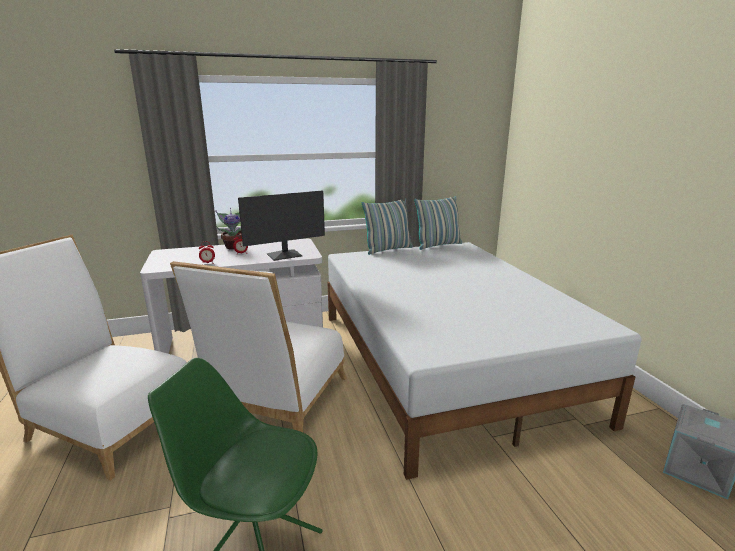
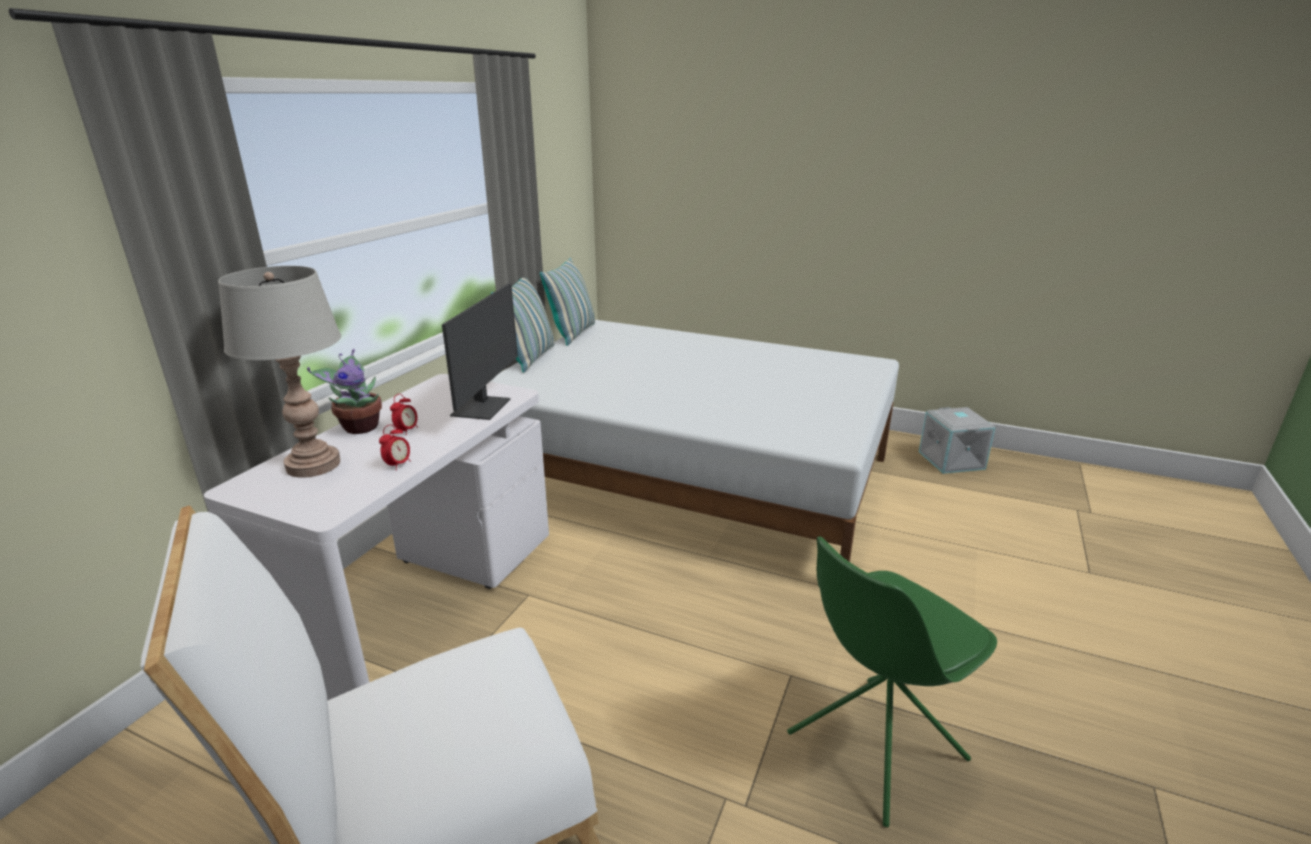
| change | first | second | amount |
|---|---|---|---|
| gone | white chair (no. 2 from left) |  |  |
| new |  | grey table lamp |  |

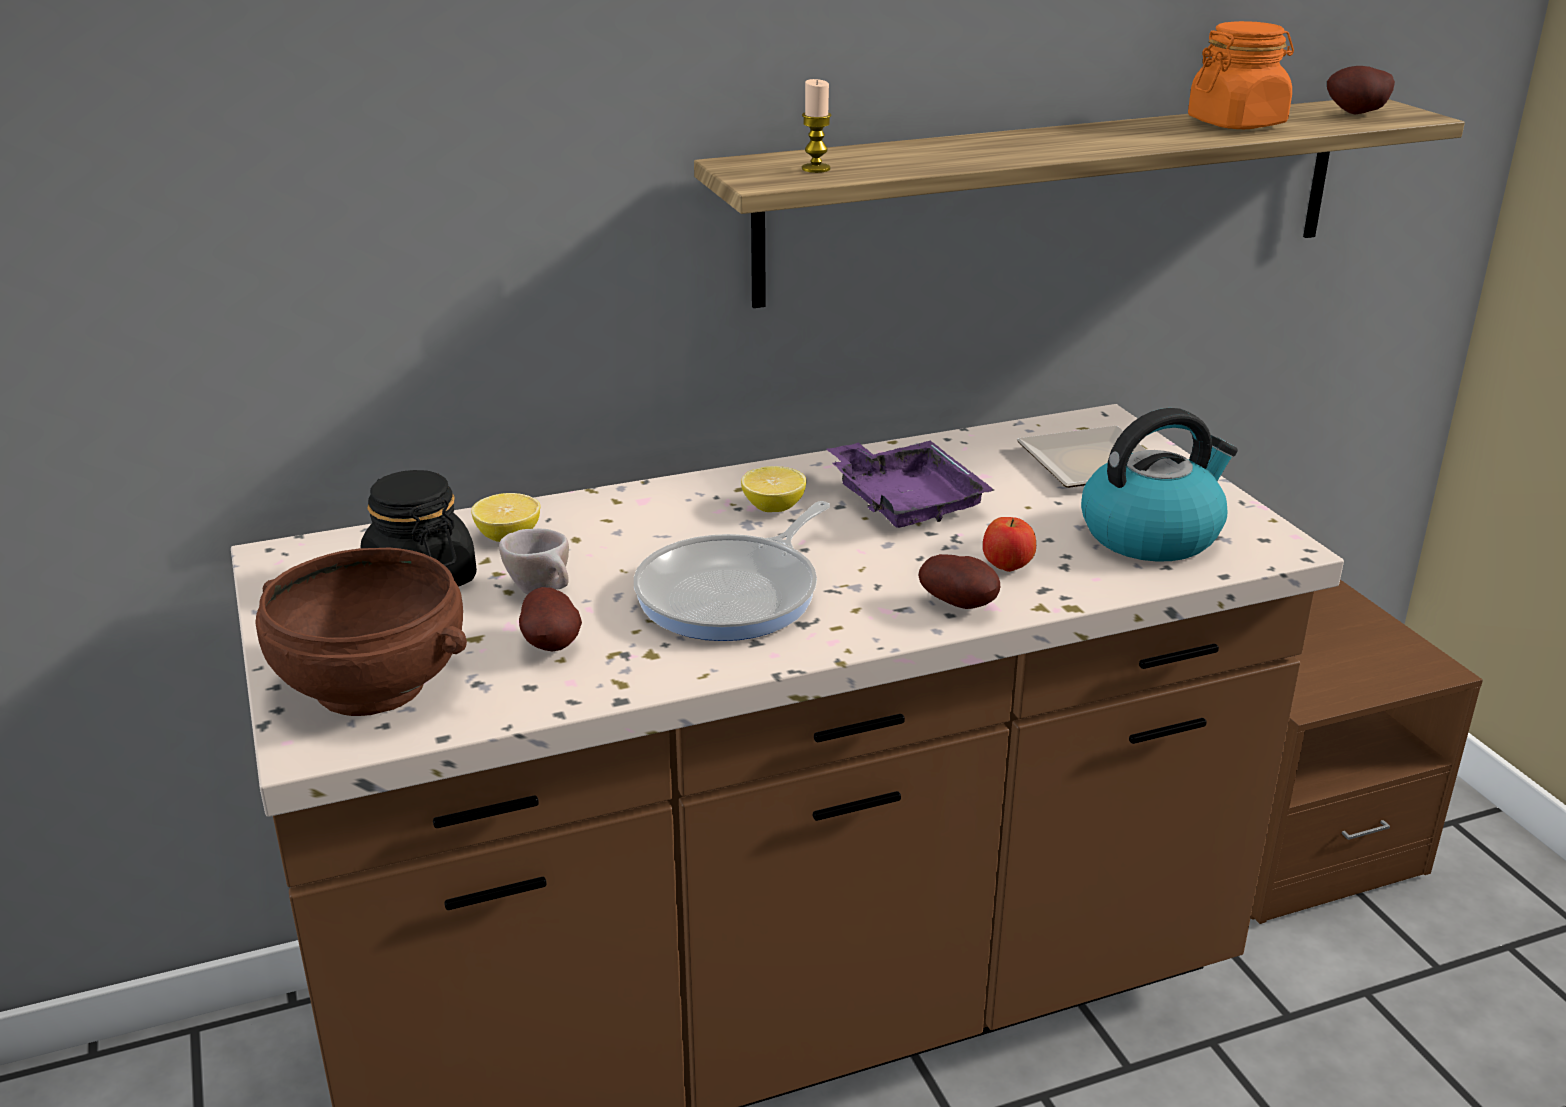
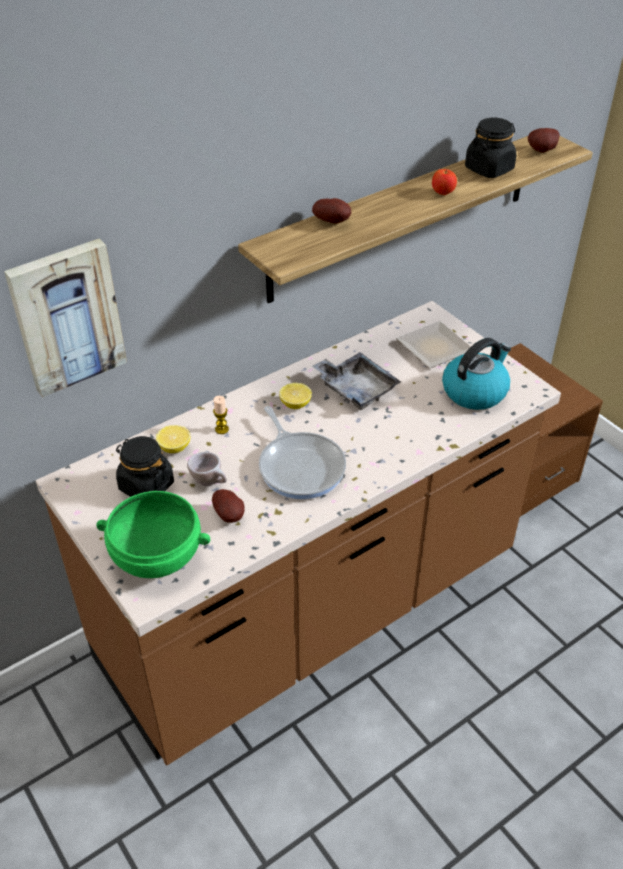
| change | first | second | amount |
|---|---|---|---|
| repainted | brown bowl | green bowl |  |
| rotated | frying pan |  | 45 degrees counterclockwise |
| shifted | candle |  |  |
| repainted | purple tray | grey tray |  |
| shifted | potato (no. 2 from left) |  |  |
| shifted | apple |  |  |
| repainted | orange jar | black jar (no. 2 from left) |  |
| new |  | picture |  |

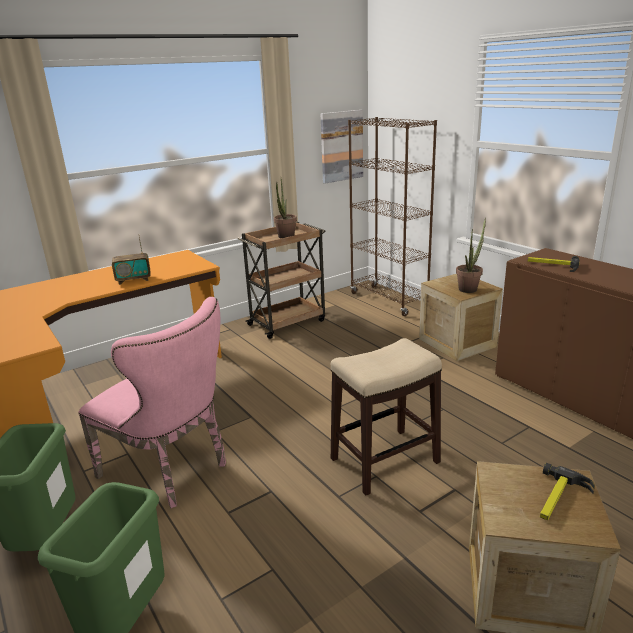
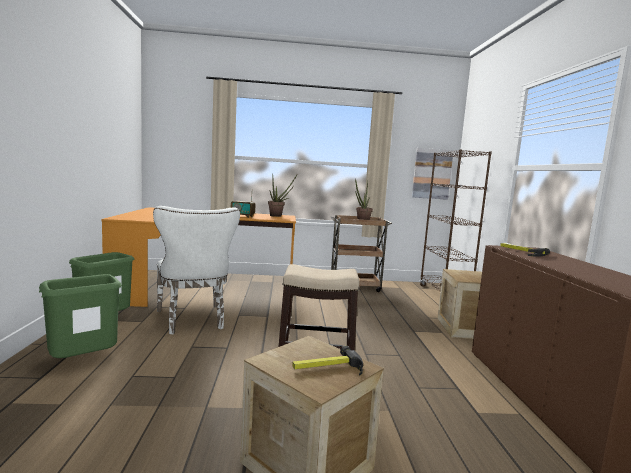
| change | first | second | amount |
|---|---|---|---|
| repainted | pink chair | white chair |  |
| shifted | potted plant (no. 2 from left in the first image) | potted plant (no. 1 from left) |  |

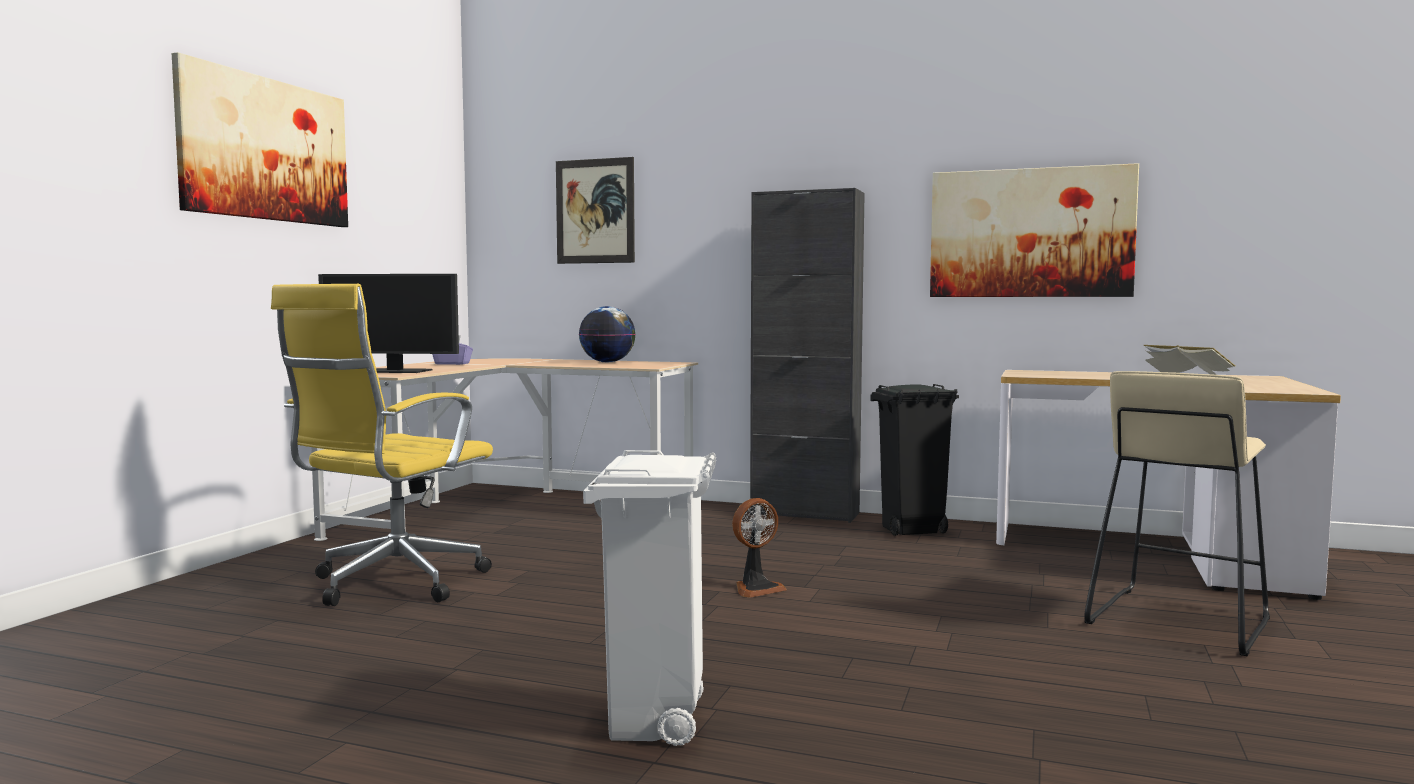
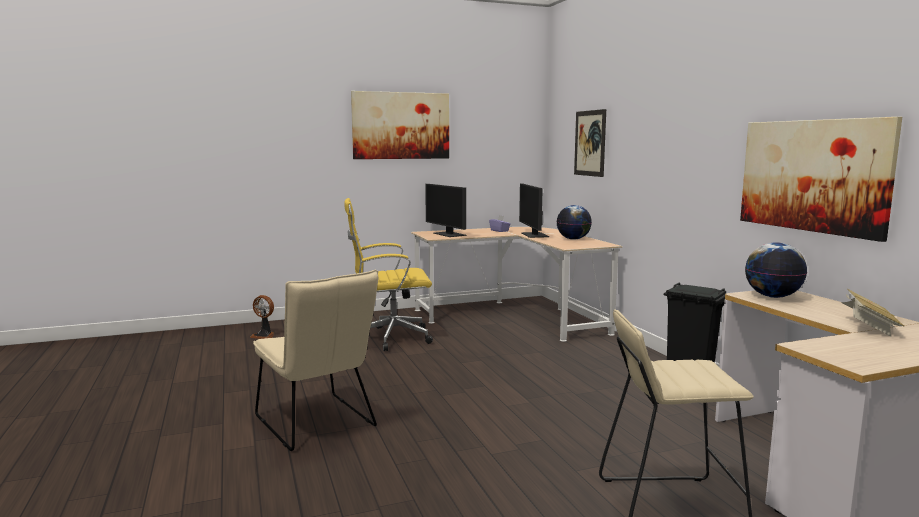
| change | first | second | amount |
|---|---|---|---|
| swapped | white trash can | beige chair |  |
| shifted | fan |  |  |
| gone | black cabinet |  |  |
| new |  | monitor (no. 2 from left) |  |
| new |  | globe (no. 2 from left) |  |

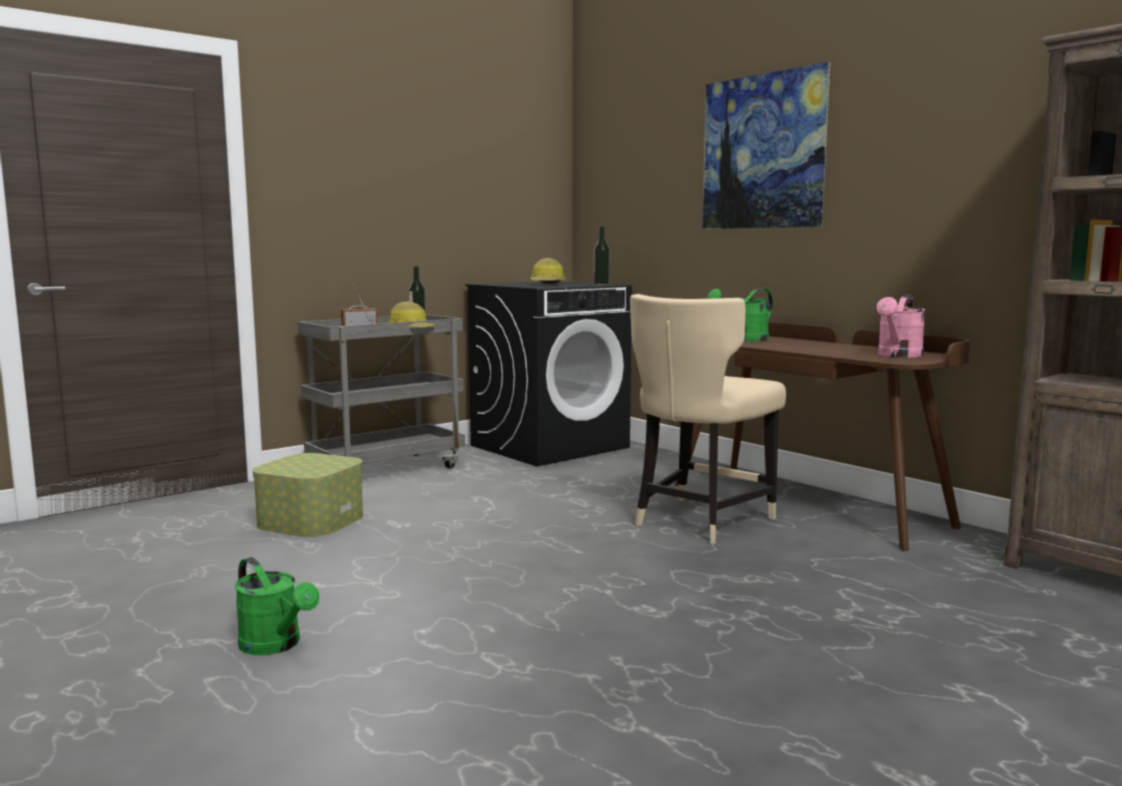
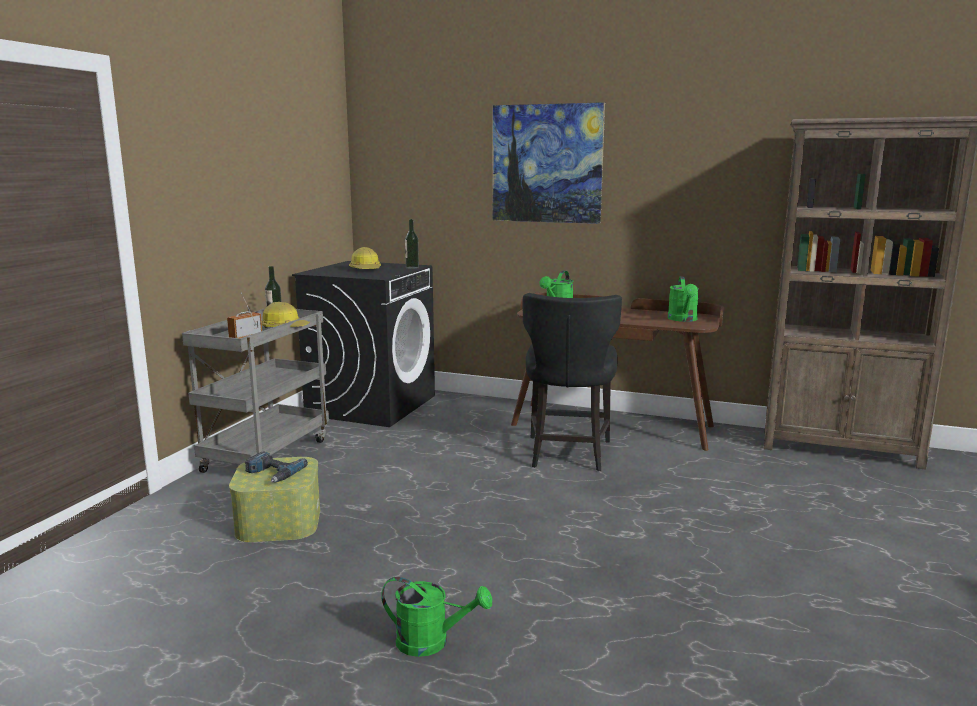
| change | first | second | amount |
|---|---|---|---|
| repainted | beige chair | black chair |  |
| repainted | pink watering can | green watering can (no. 3 from left) |  |
| new |  | power drill |  |

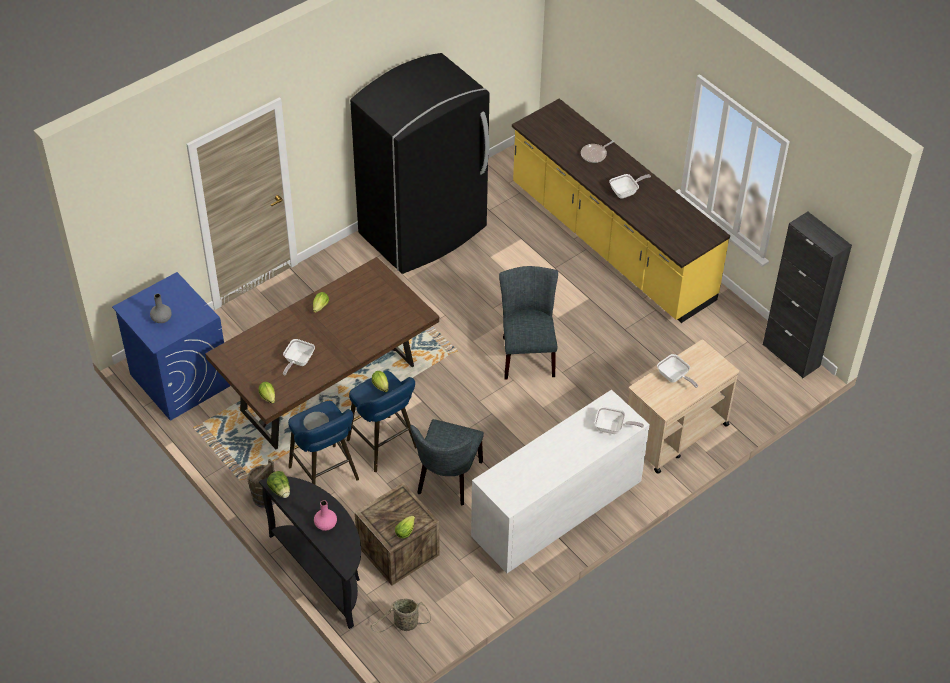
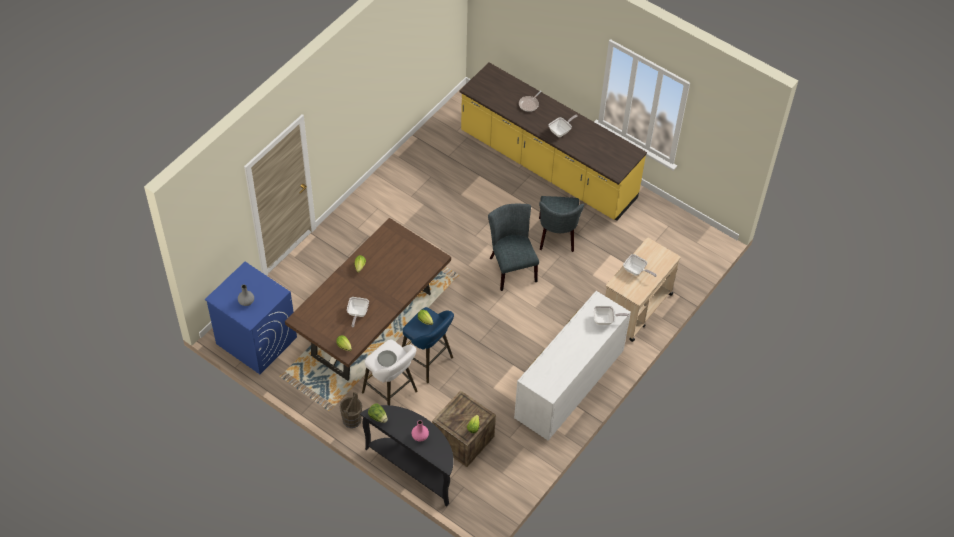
| change | first | second | amount |
|---|---|---|---|
| repainted | blue stool (no. 1 from left) | white stool |  |
| gone | black fridge |  |  |
| gone | basket |  |  |
| shifted | grey chair (no. 1 from left in the first image) | grey chair (no. 2 from left) |  |
| gone | black cabinet |  |  |

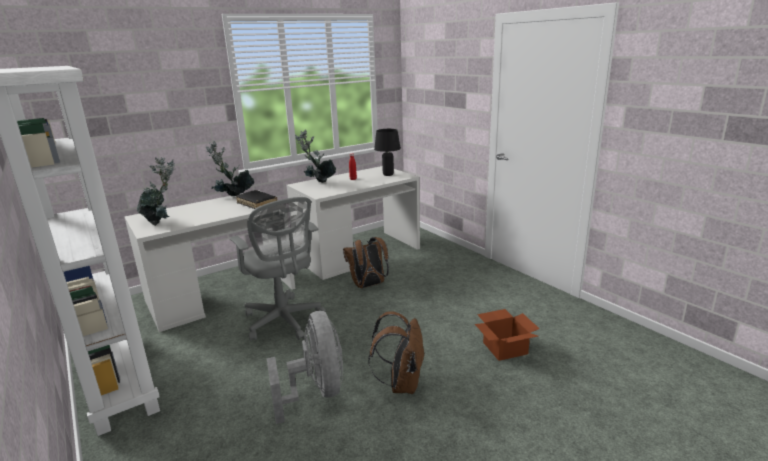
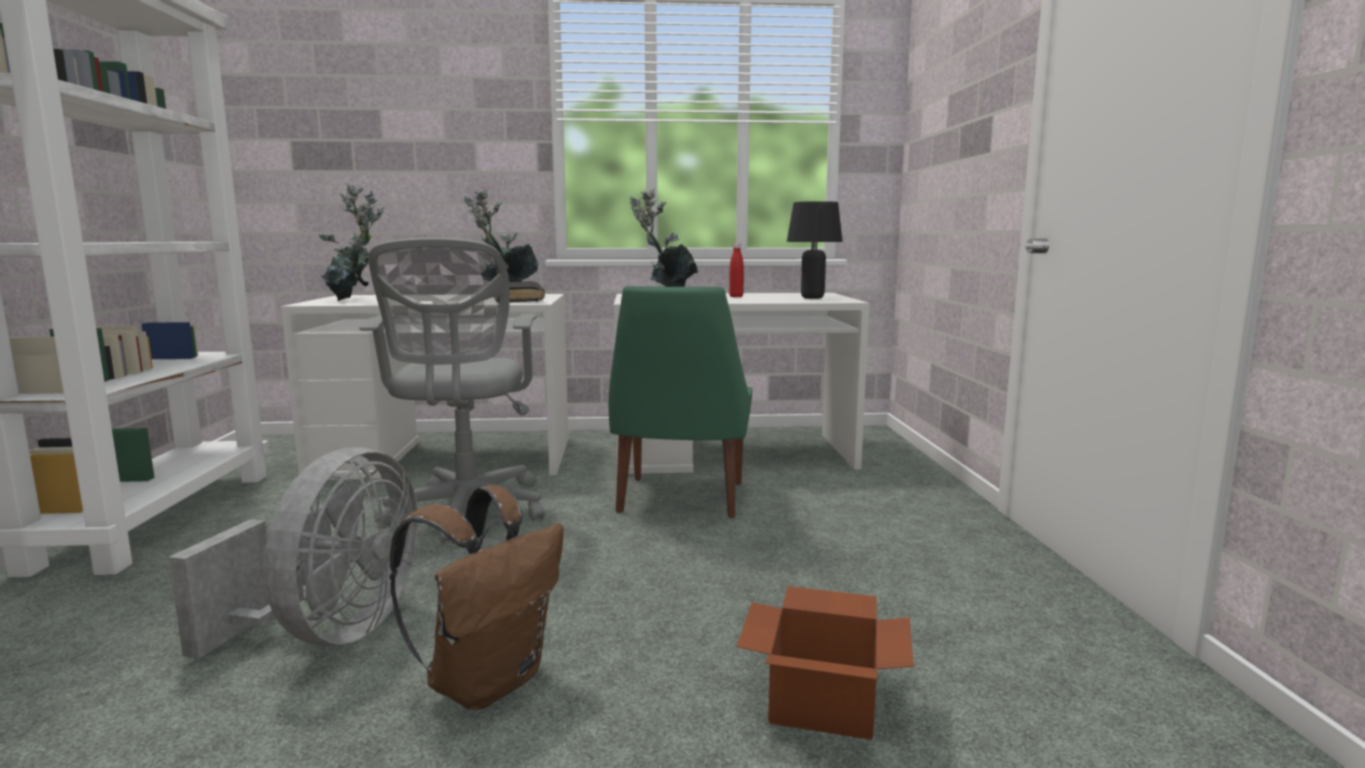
| change | first | second | amount |
|---|---|---|---|
| swapped | brown backpack (no. 1 from left) | green chair |  |

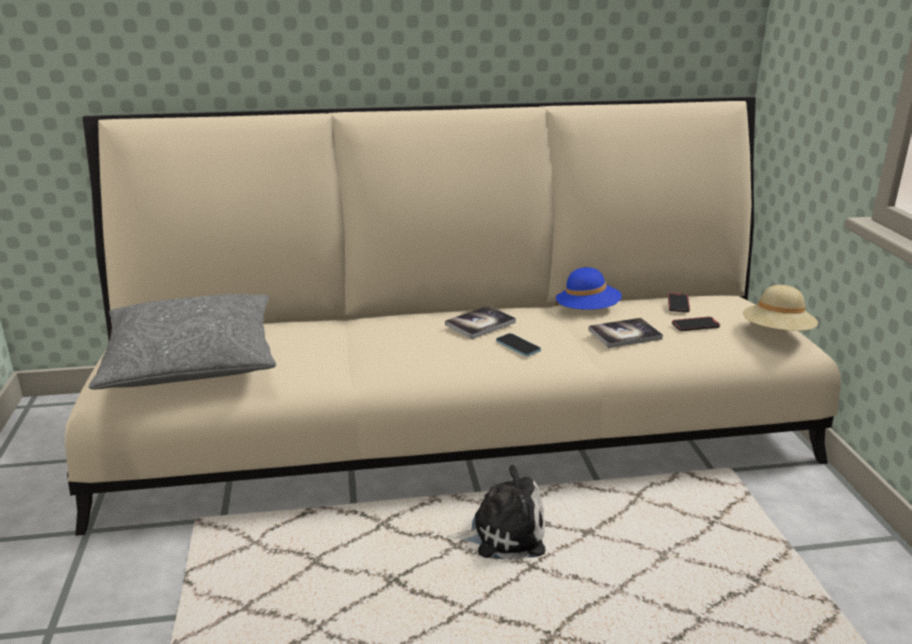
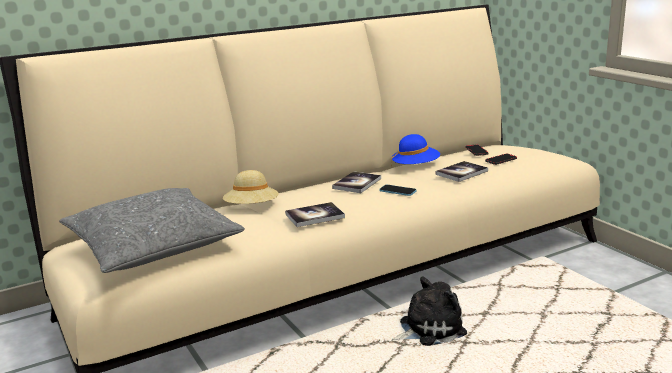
| change | first | second | amount |
|---|---|---|---|
| shifted | beige hat |  |  |
| new |  | book (no. 1 from left) |  |

